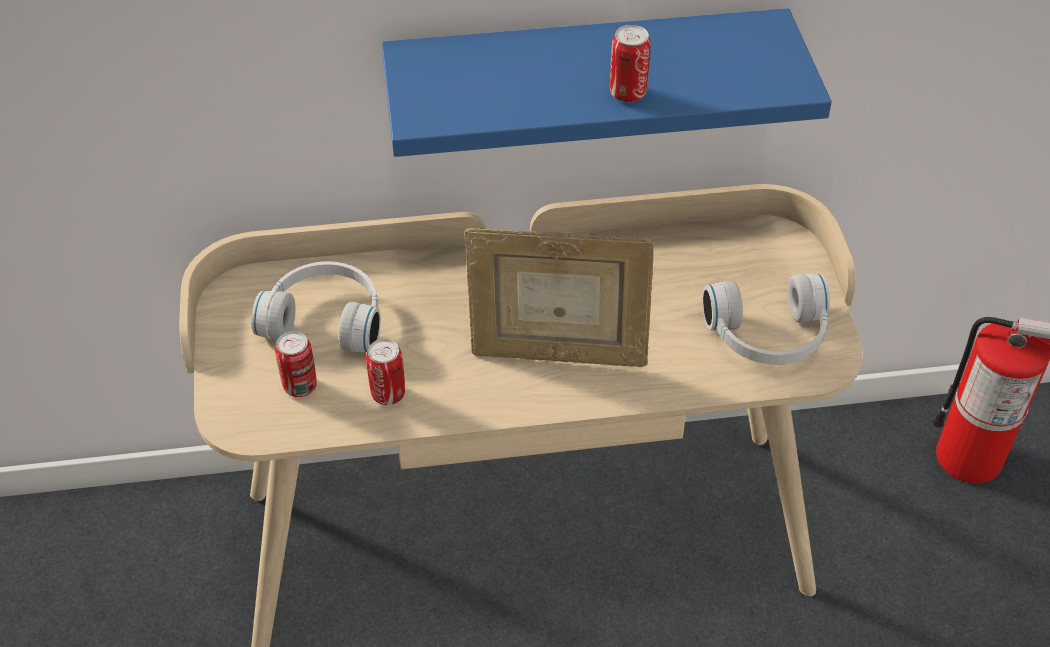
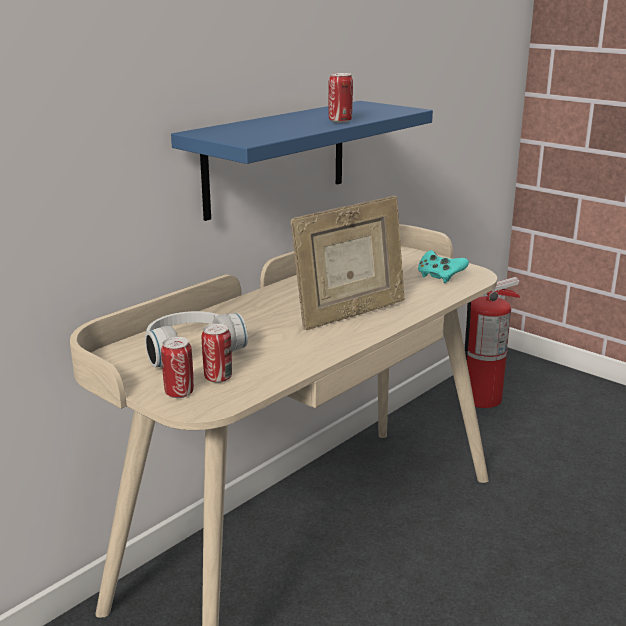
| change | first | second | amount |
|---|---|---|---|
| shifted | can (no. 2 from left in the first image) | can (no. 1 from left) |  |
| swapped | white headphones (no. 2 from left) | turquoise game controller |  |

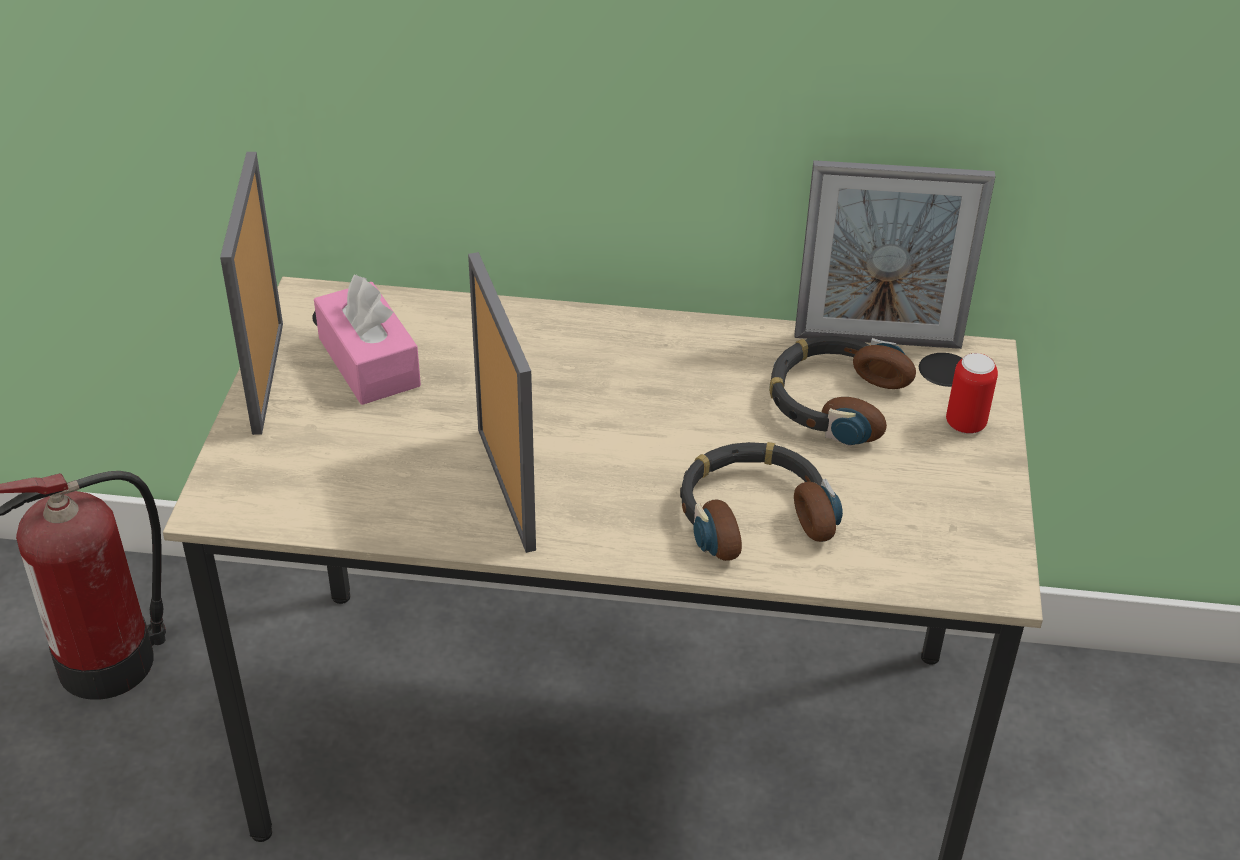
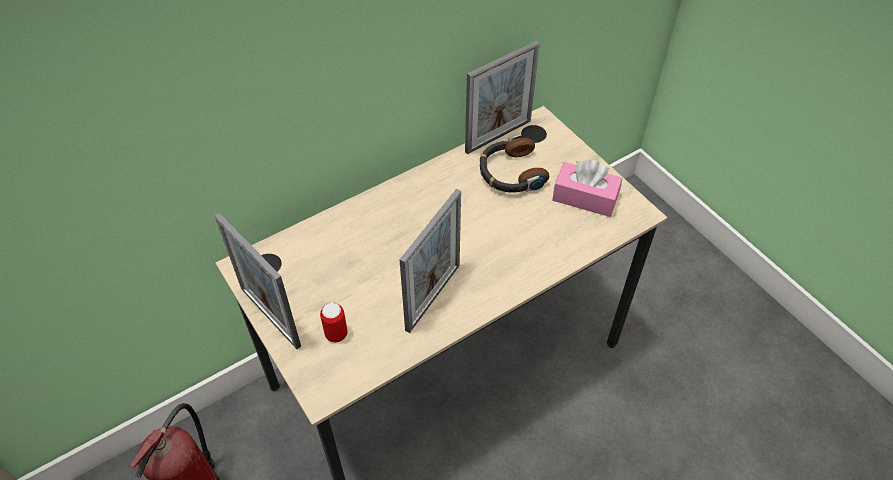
| change | first | second | amount |
|---|---|---|---|
| shifted | pink tissue box |  |  |
| rotated | picture frame (no. 2 from left) |  | 90 degrees clockwise |
| gone | headphones (no. 1 from left) |  |  |
| shifted | can |  |  |

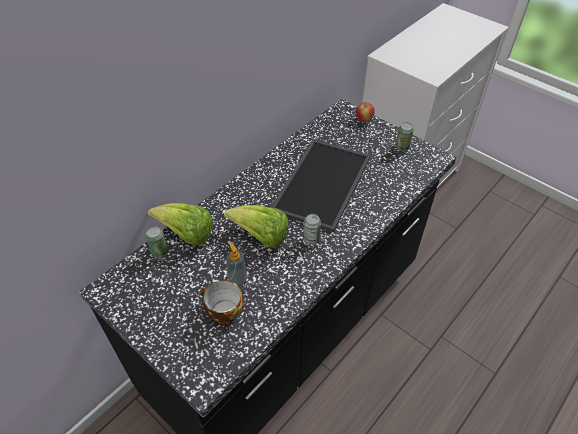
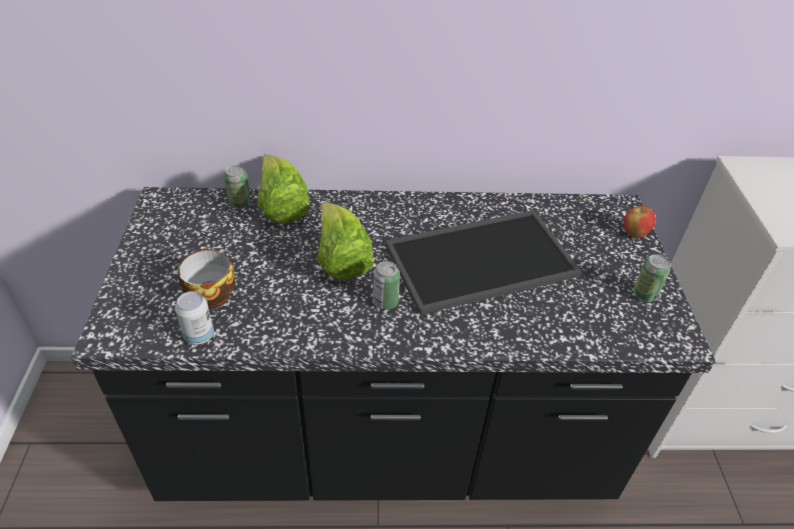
| change | first | second | amount |
|---|---|---|---|
| gone | soap dispenser |  |  |
| new |  | can (no. 1 from left) |  |

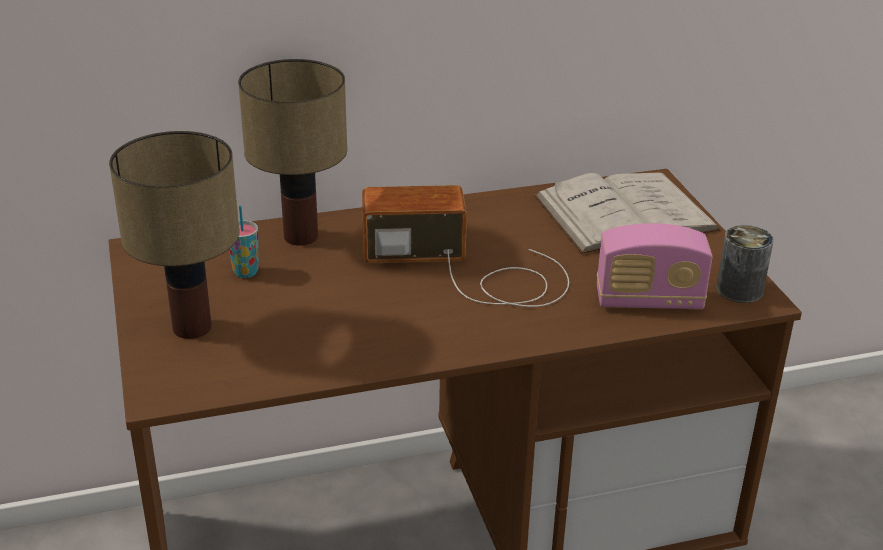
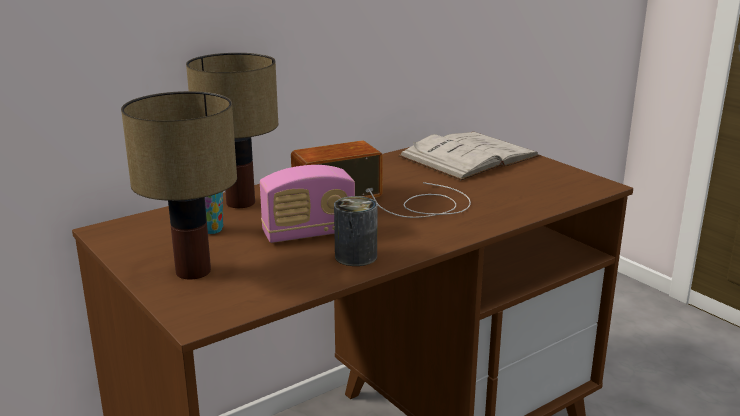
| change | first | second | amount |
|---|---|---|---|
| shifted | radio (no. 2 from left in the first image) | radio (no. 1 from left) |  |
| shifted | can |  |  |

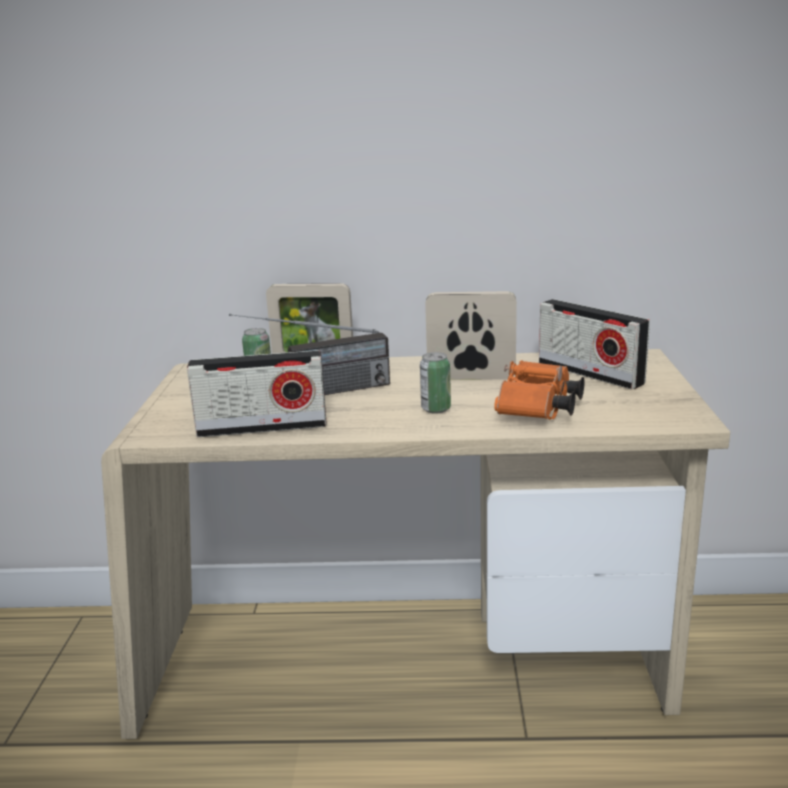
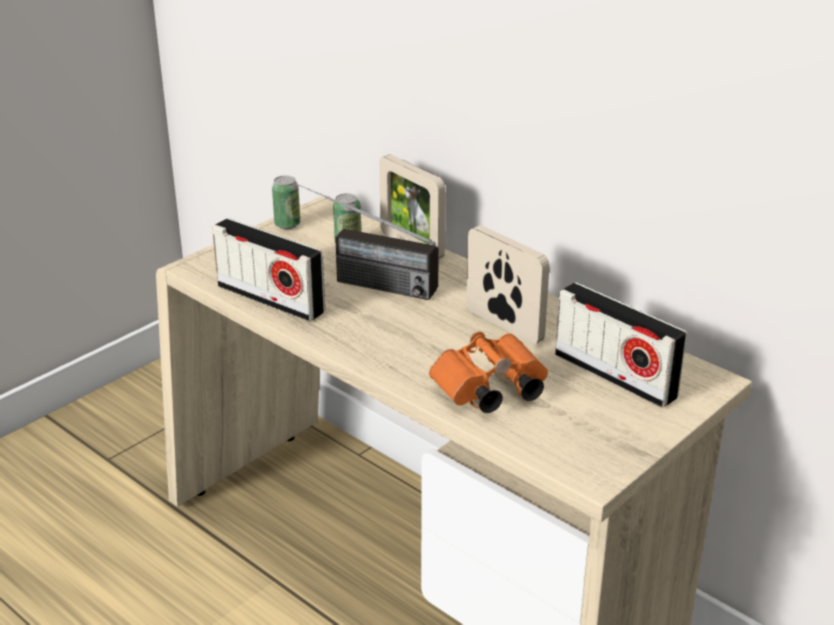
| change | first | second | amount |
|---|---|---|---|
| shifted | can (no. 2 from left in the first image) | can (no. 1 from left) |  |
| rotated | radio (no. 3 from left) |  | 45 degrees counterclockwise |

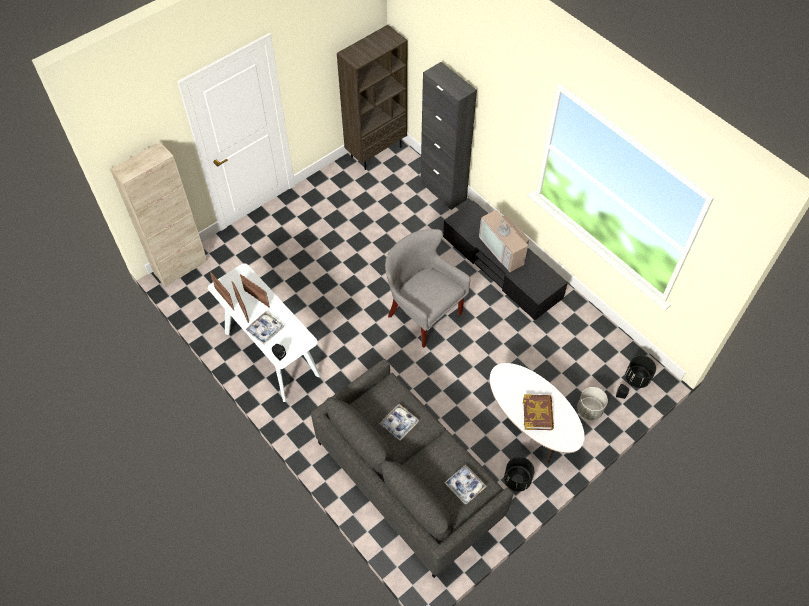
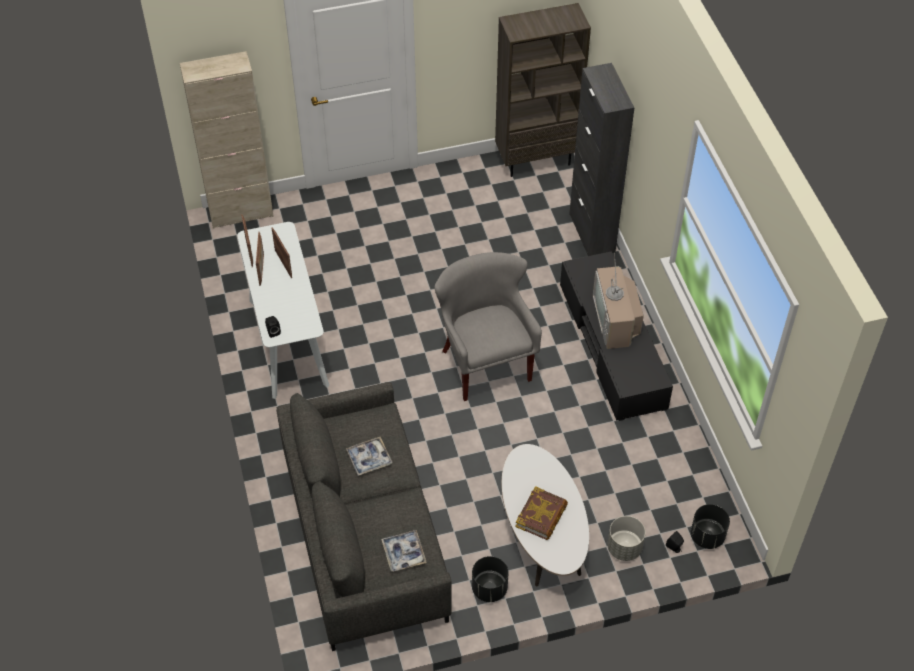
| change | first | second | amount |
|---|---|---|---|
| gone | tray (no. 1 from left) |  |  |

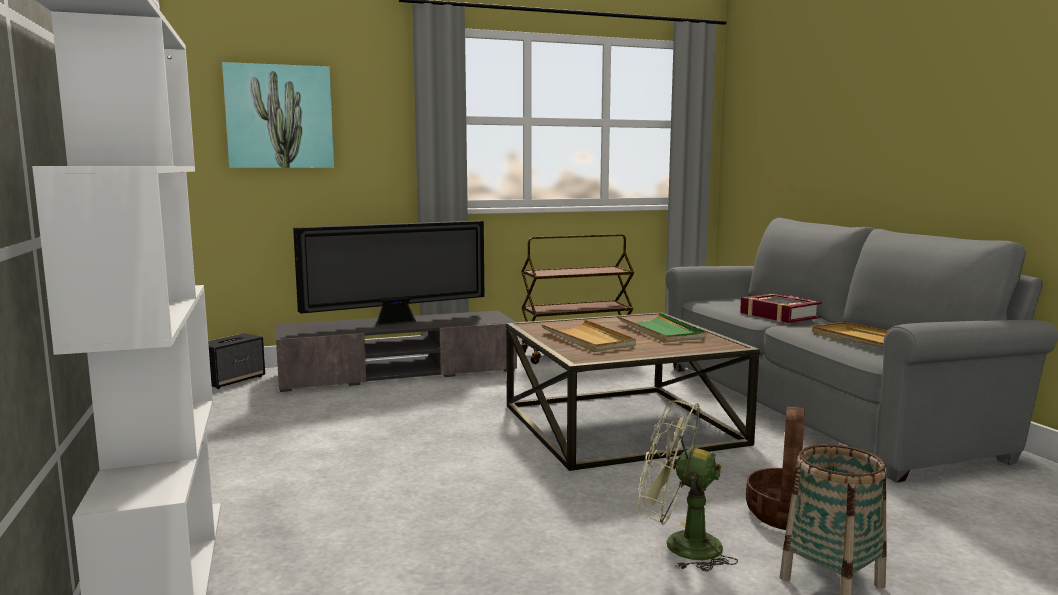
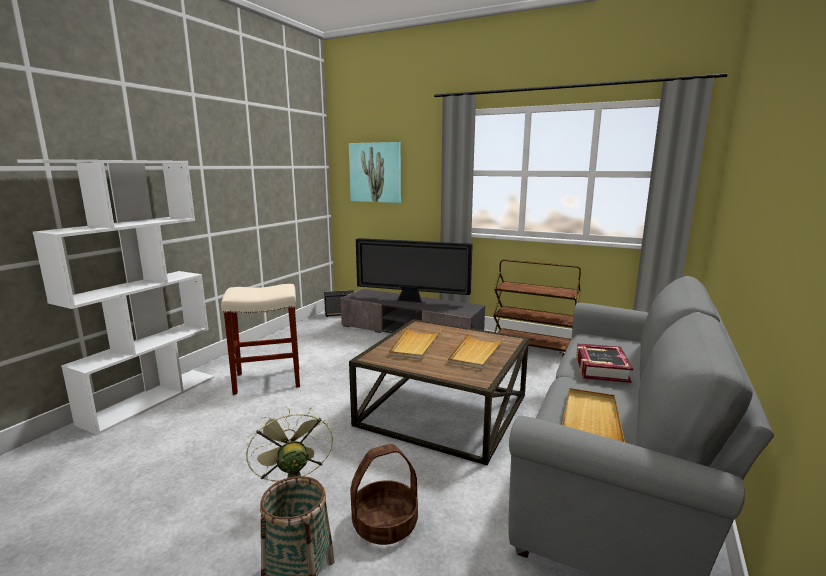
| change | first | second | amount |
|---|---|---|---|
| repainted | green tray | beige tray (no. 2 from left) |  |
| new |  | beige stool |  |

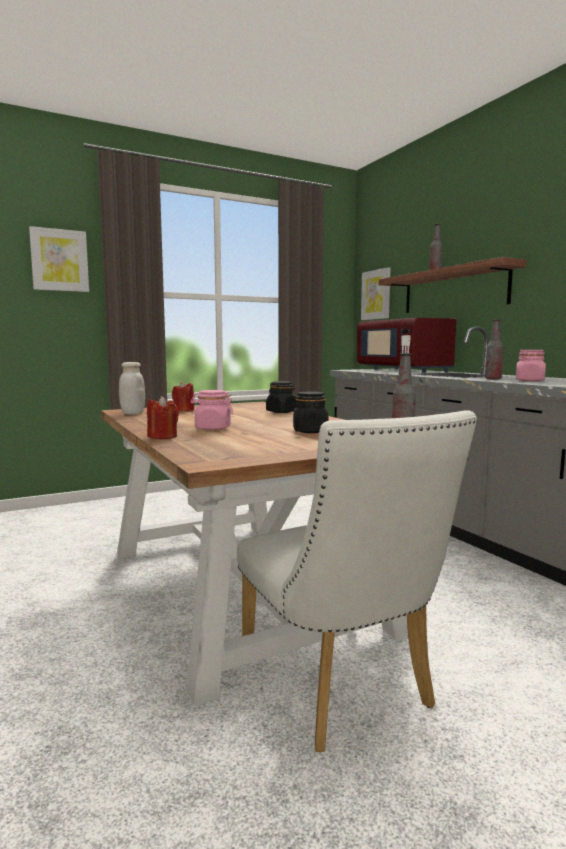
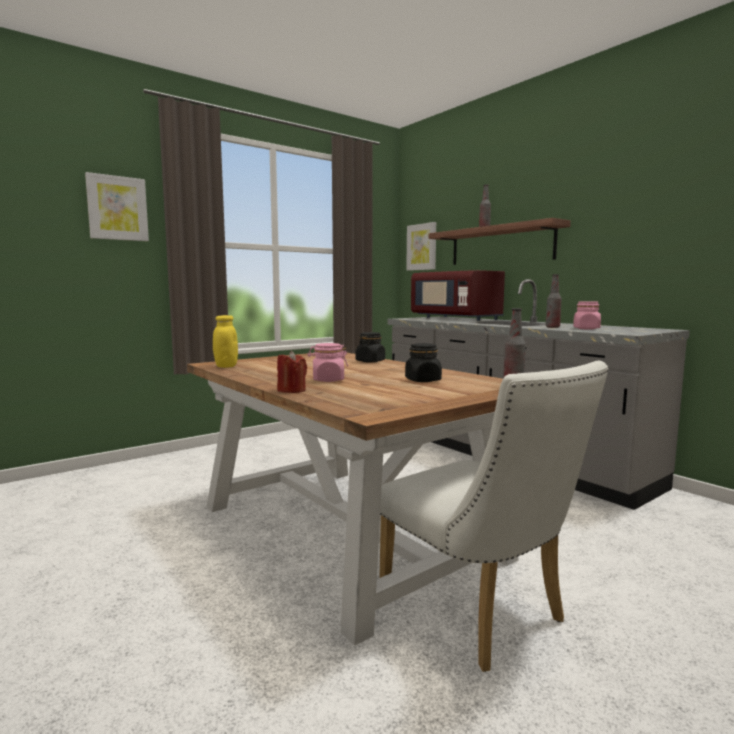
| change | first | second | amount |
|---|---|---|---|
| repainted | white jar | yellow jar |  |
| gone | red candle (no. 2 from left) |  |  |

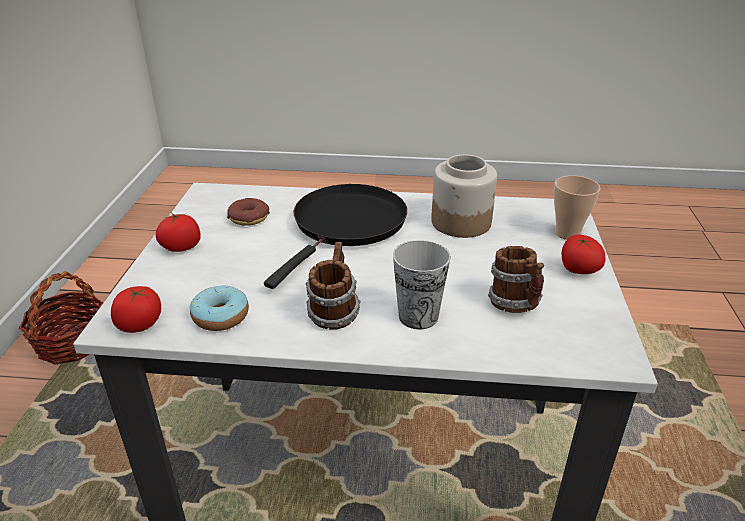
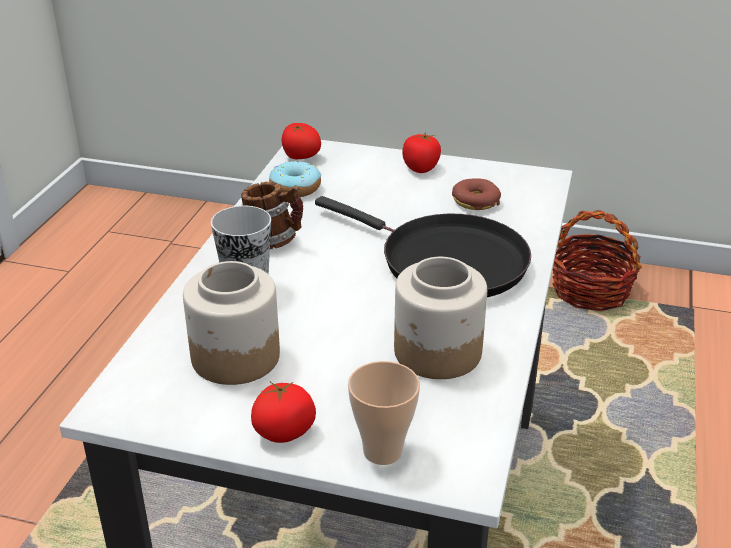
| change | first | second | amount |
|---|---|---|---|
| swapped | mug (no. 2 from left) | jar (no. 1 from left) |  |

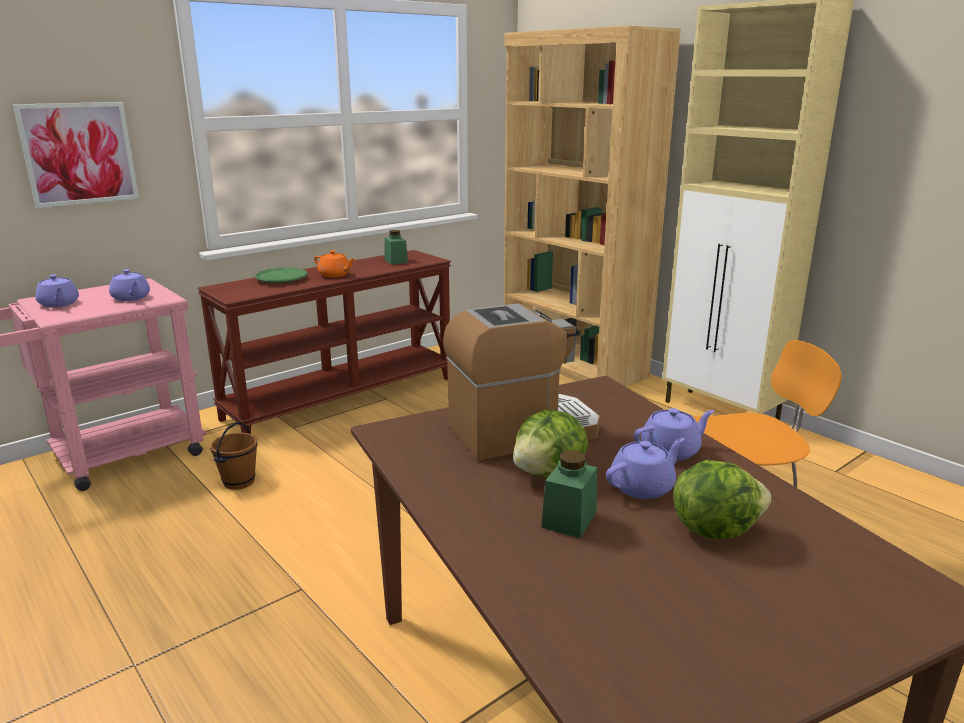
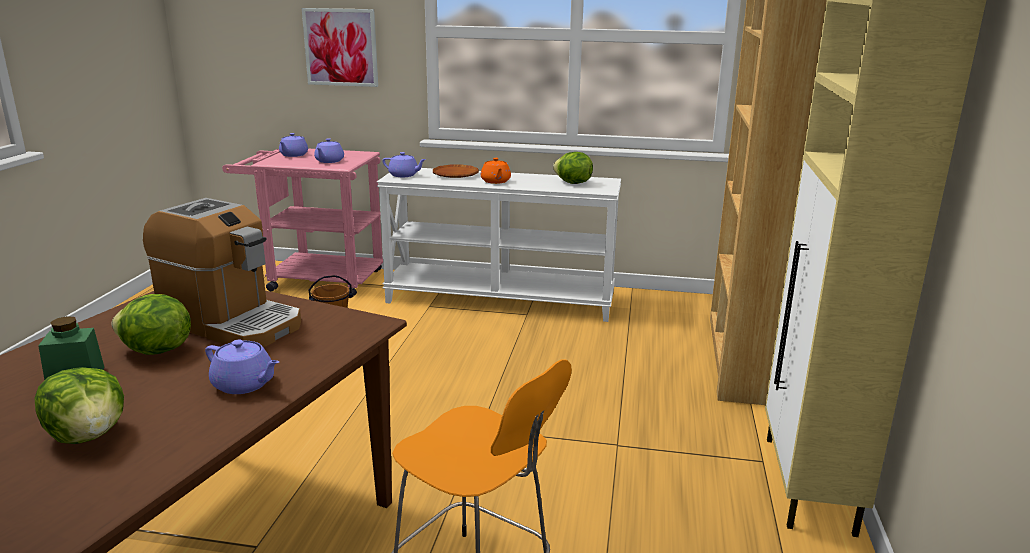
| change | first | second | amount |
|---|---|---|---|
| repainted | brown console table | white console table |  |
| repainted | green plate | brown plate |  |
| swapped | green jar (no. 1 from left) | lettuce (no. 3 from left) |  |
| shifted | purple teapot (no. 3 from left in the first image) | purple teapot (no. 4 from left) |  |

